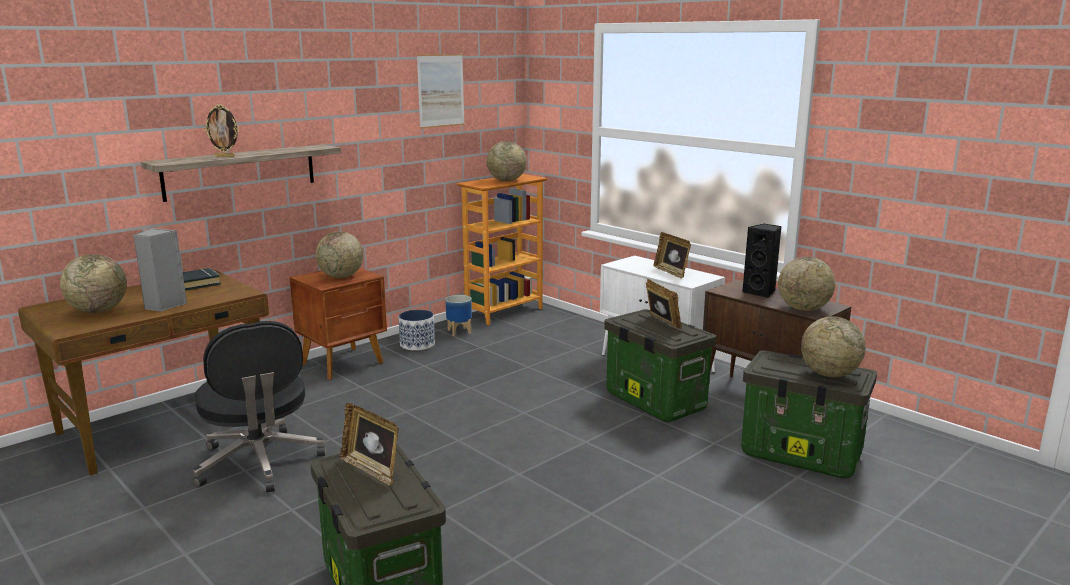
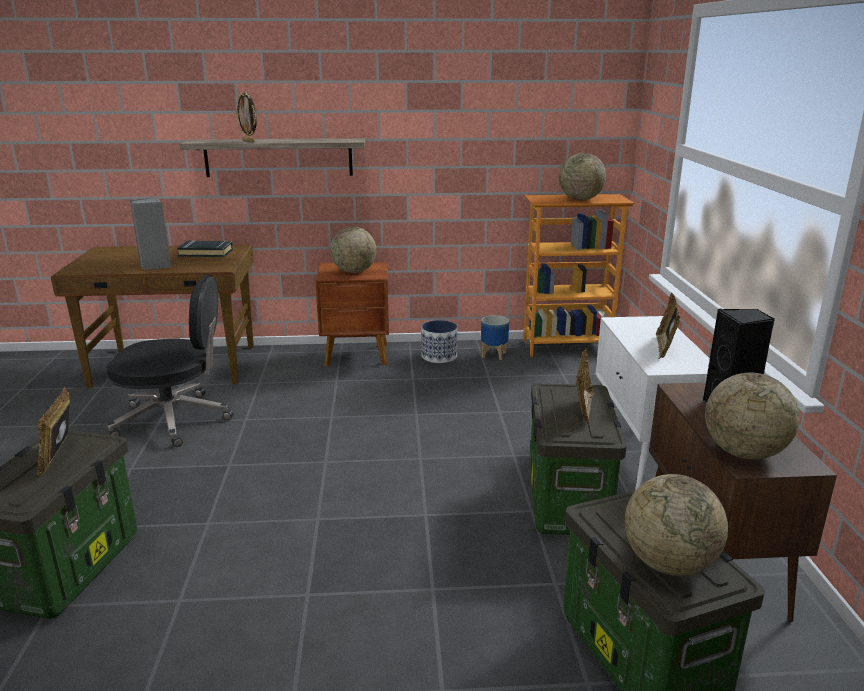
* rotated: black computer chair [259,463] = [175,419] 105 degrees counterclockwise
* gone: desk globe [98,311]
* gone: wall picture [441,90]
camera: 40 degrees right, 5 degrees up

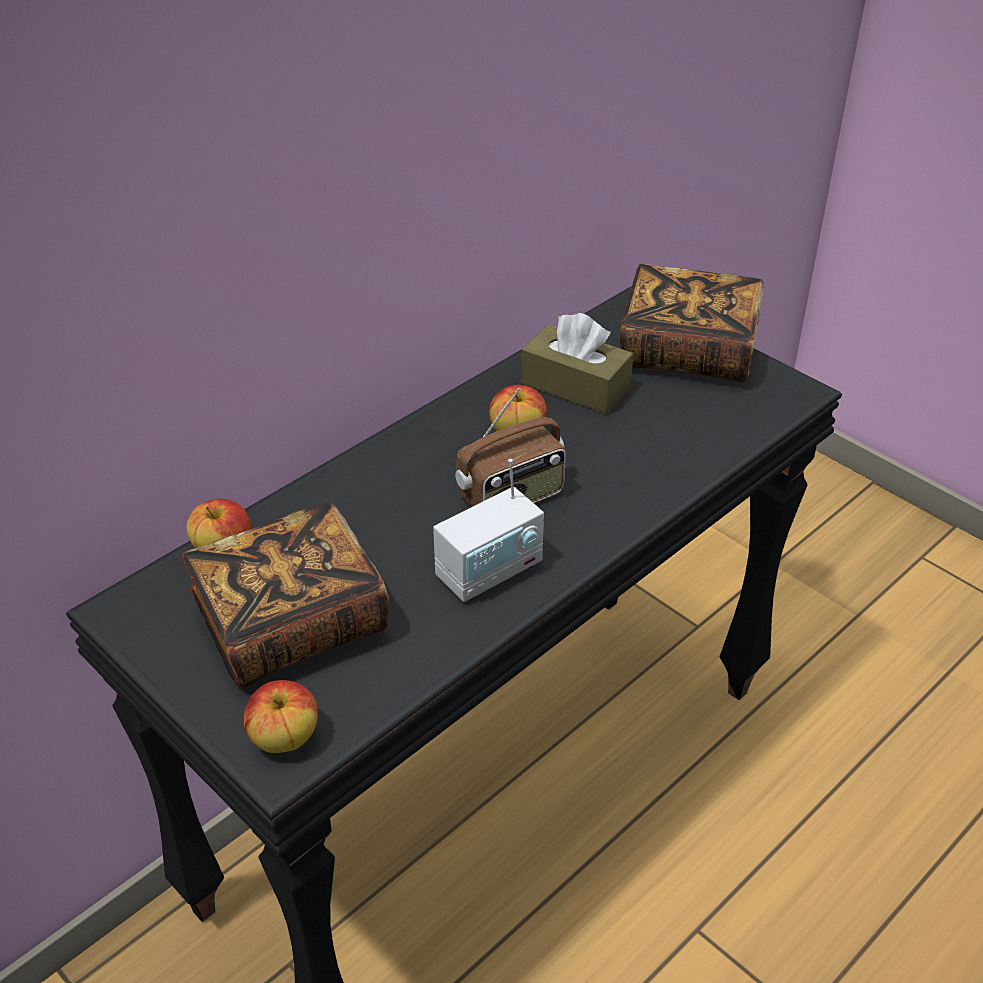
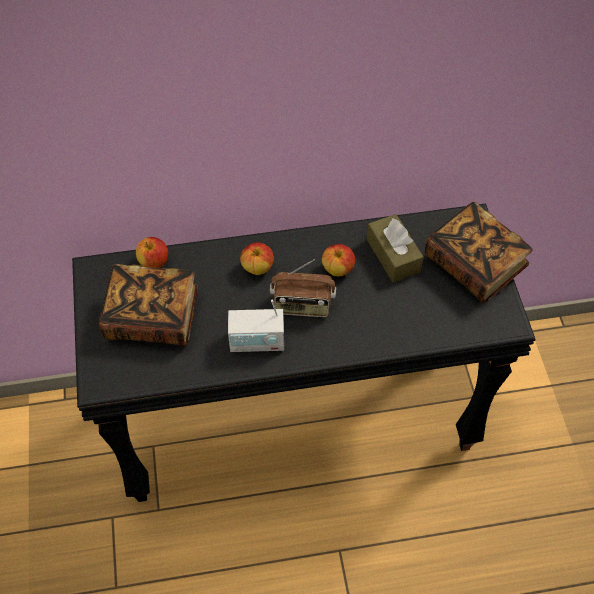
* shifted: apple [284,738] to [257,268]
camera: 35 degrees right, 15 degrees up

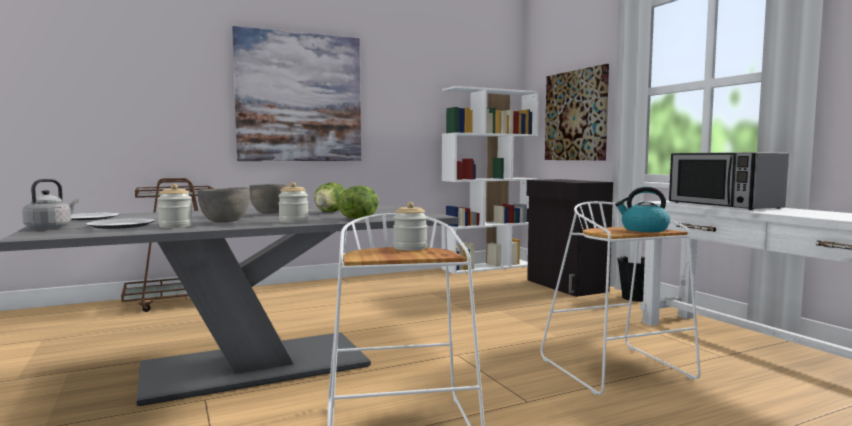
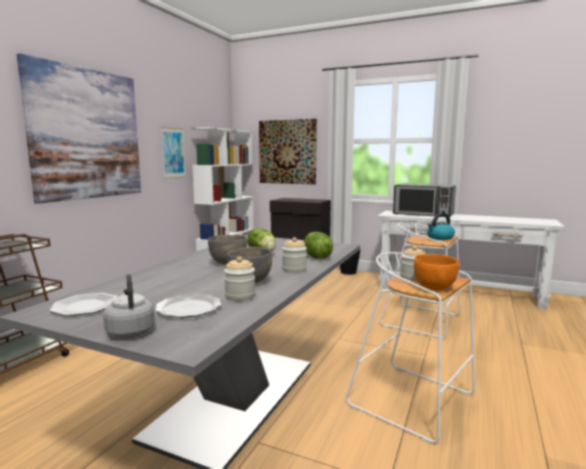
* new: wall picture [173,153]
* new: orangey serving bowl [434,287]
camera: 40 degrees left, 5 degrees up

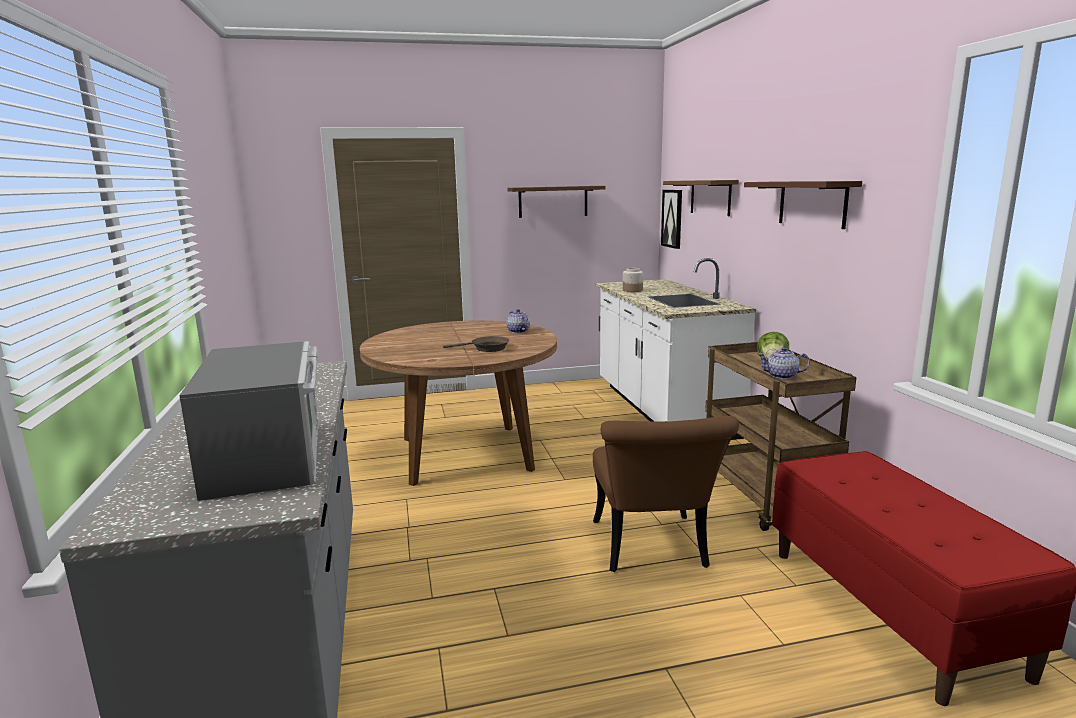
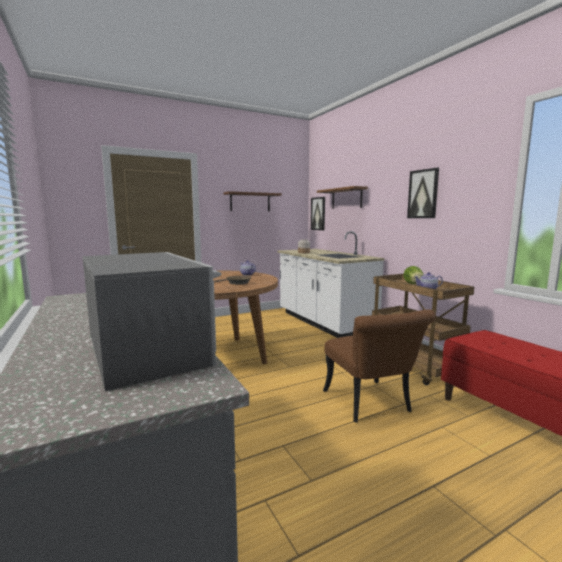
* swapped: brown-coloured shelf [812,203] to wall picture [423,194]
camera: 15 degrees left, 5 degrees down

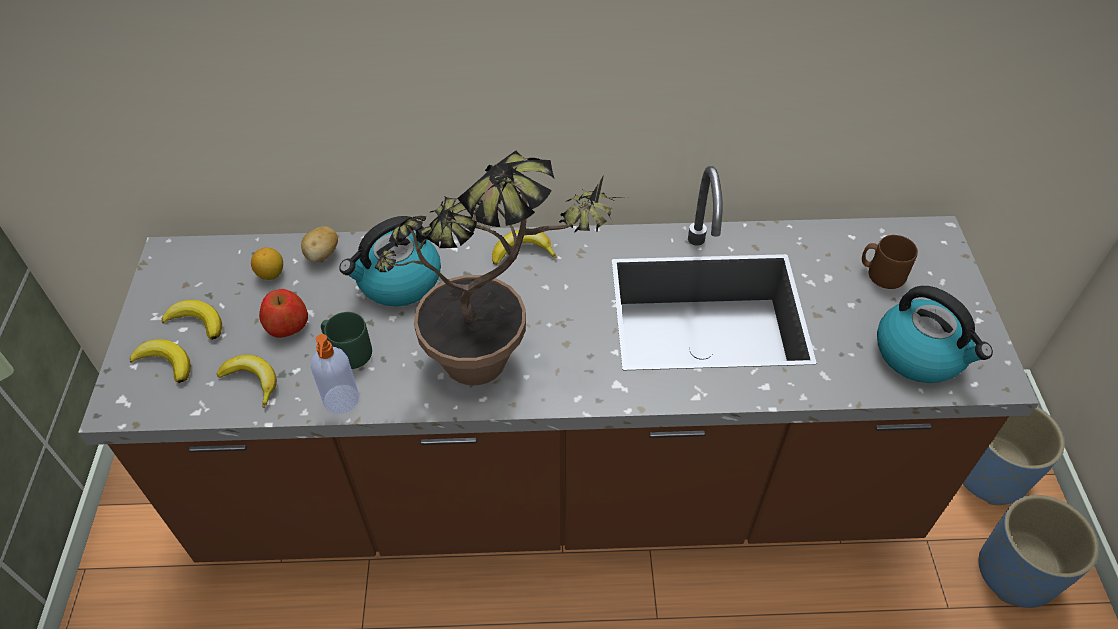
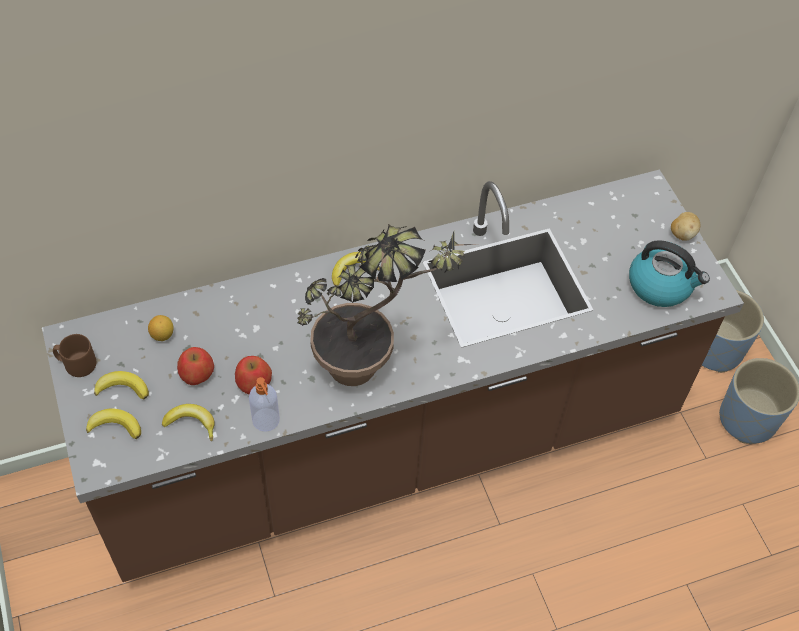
* shifted: brown-coloured coffee mug [881,274] to [77,364]
* swapped: green coffee mug [348,352] to apple [254,383]
* shifted: spud [322,255] to [682,234]
* gone: kettle [398,282]
camera: 20 degrees left, 5 degrees up

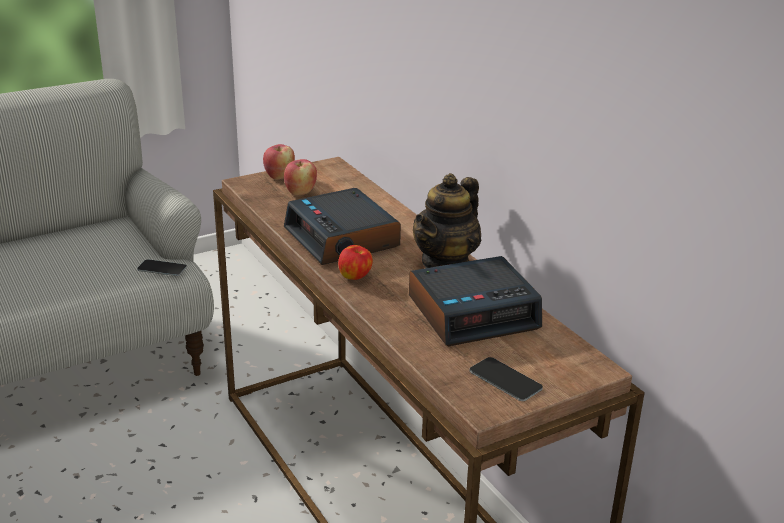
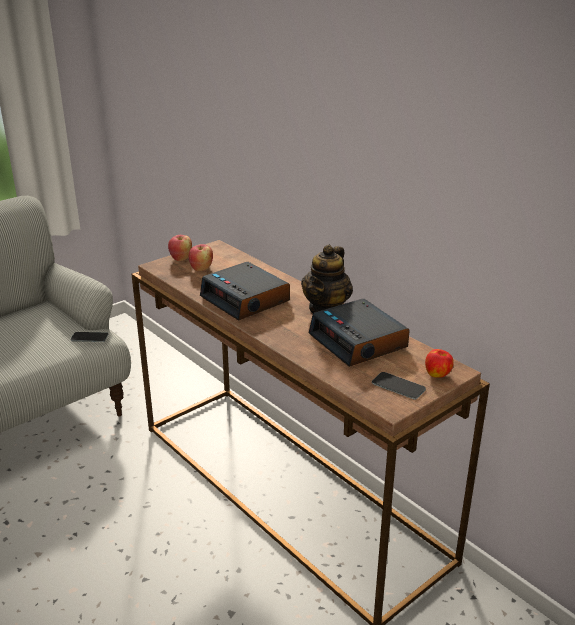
* rotated: table clock [474,312] = [359,342] 90 degrees clockwise
* shifted: apple [355,277] to [437,374]
camera: 10 degrees left, 0 degrees up

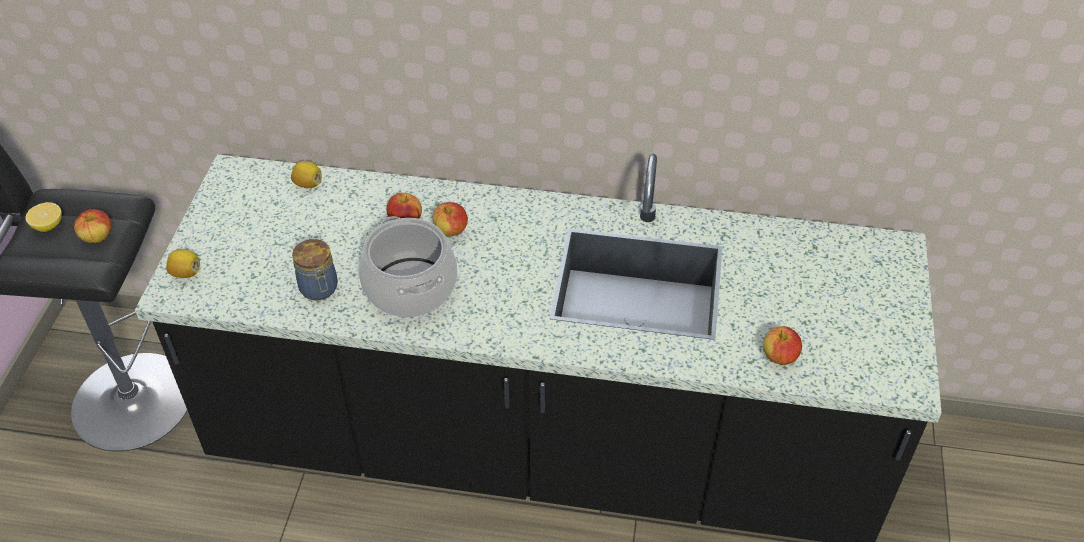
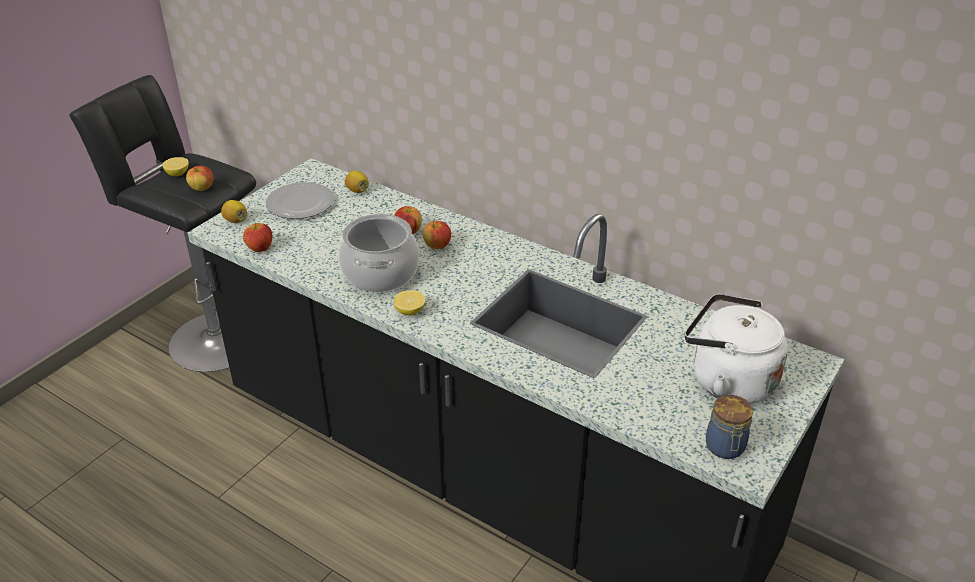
* shifted: apple [779,357] to [260,248]
* new: flat dish [301,203]
* new: citrus fruit [410,311]
* new: white-coloured kettle [727,380]
* shifted: preserve jar [319,289] to [725,448]
camera: 25 degrees right, 10 degrees down

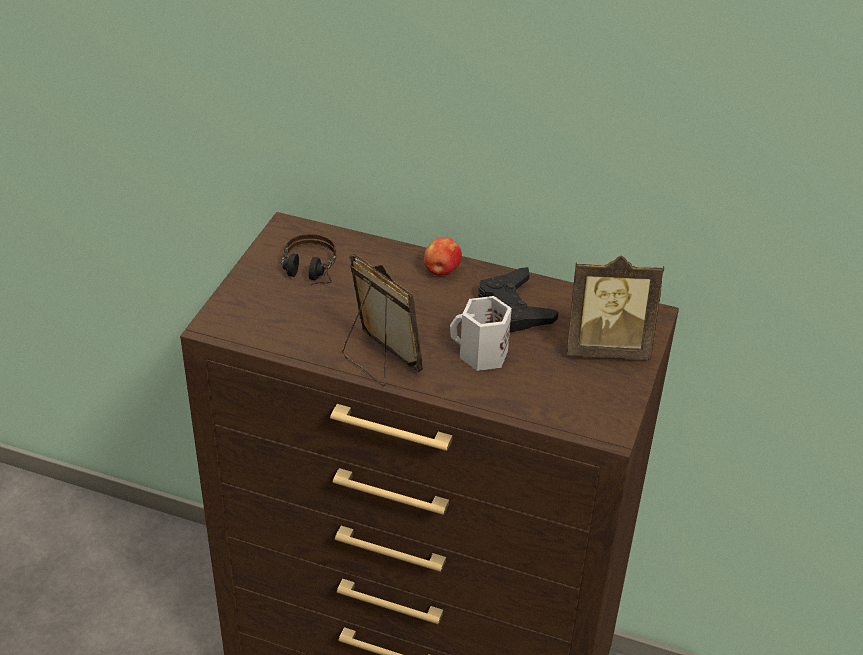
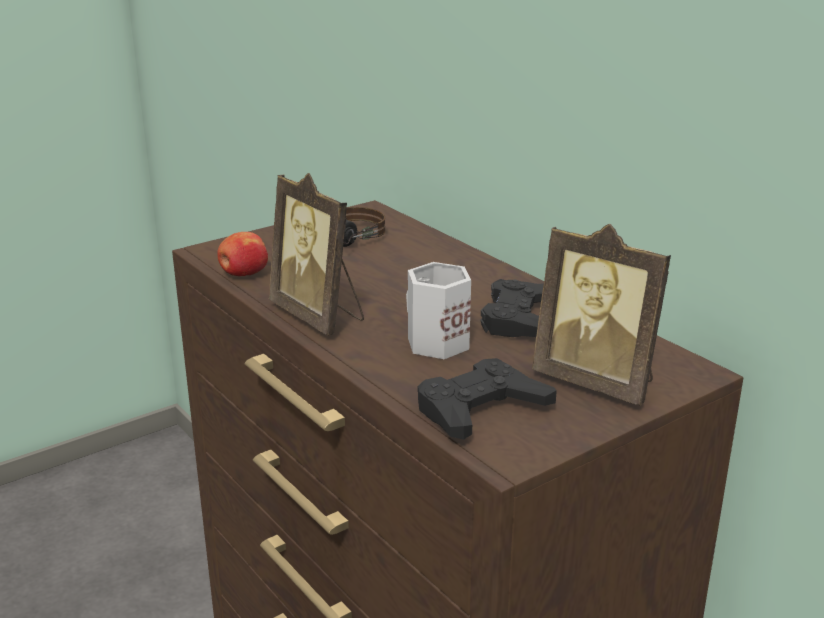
* shifted: apple [441,271] to [243,274]
* rotated: standing frame [378,361] = [319,316] 150 degrees clockwise
* new: black joypad [480,409]
camera: 35 degrees right, 15 degrees down

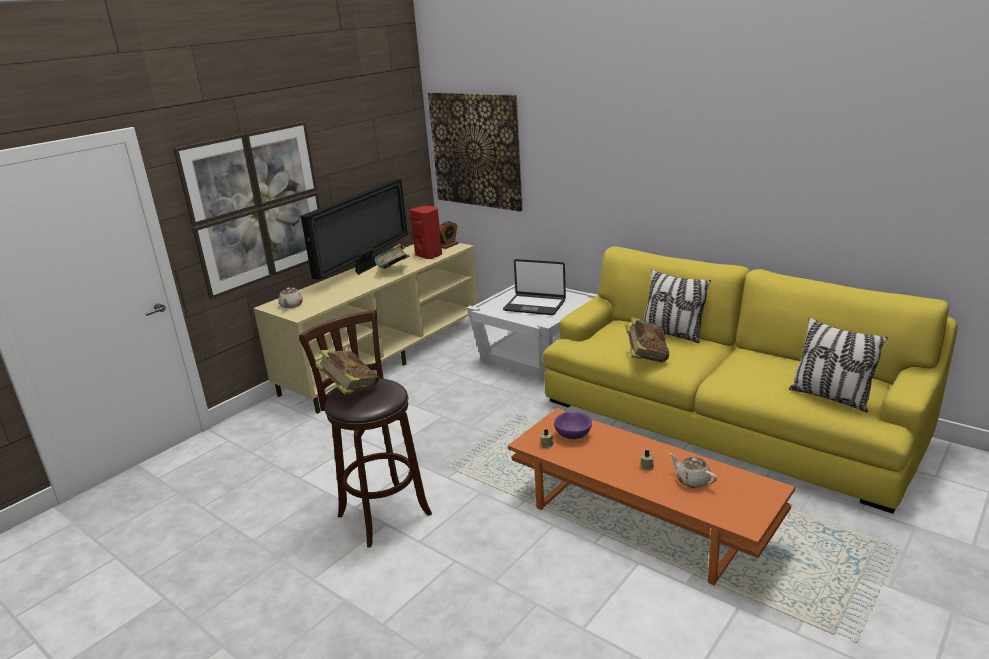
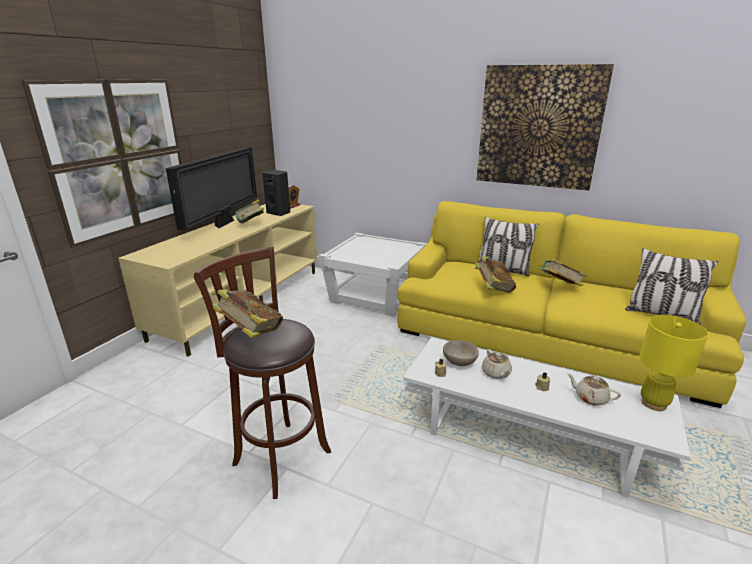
* repainted: red-coloured speaker [430,255] to black speaker [279,213]
* repainted: orangey coffee table [641,519] to white-coloured coffee table [528,434]
* repainted: purple-coloured serving bowl [573,435] to beige serving bowl [459,362]
* shifted: wall picture [476,150] to [538,127]
* shifted: beige pot for tea [291,305] to [496,373]
* new: book [559,286]
* new: yellow-coloured tabletop lamp [654,403]
* gone: portable computer [535,305]
camera: 15 degrees left, 0 degrees up

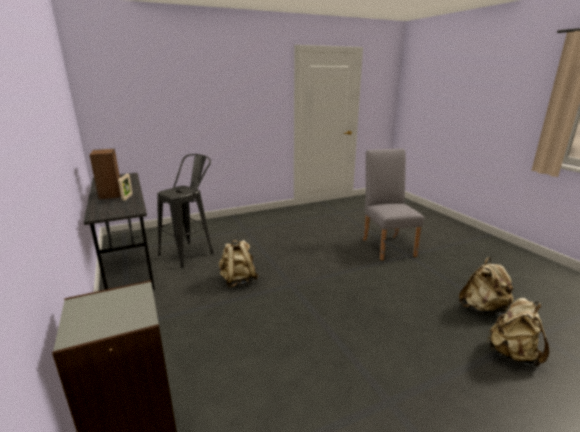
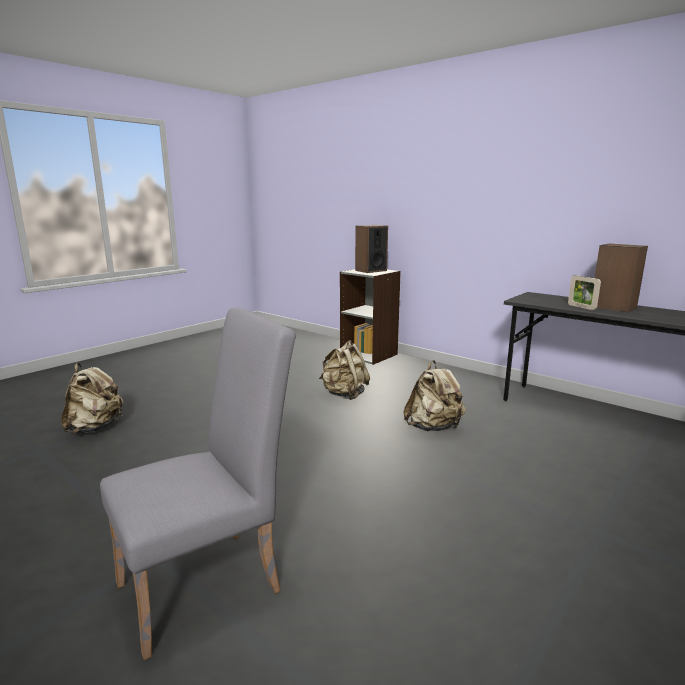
* rotated: gray upright chair [387,245] = [211,582] 90 degrees counterclockwise
* shifted: beige rucksack [482,309] to [344,394]
* new: speaker [370,270]
* gone: black stool seat [191,252]
camera: 155 degrees right, 5 degrees down

